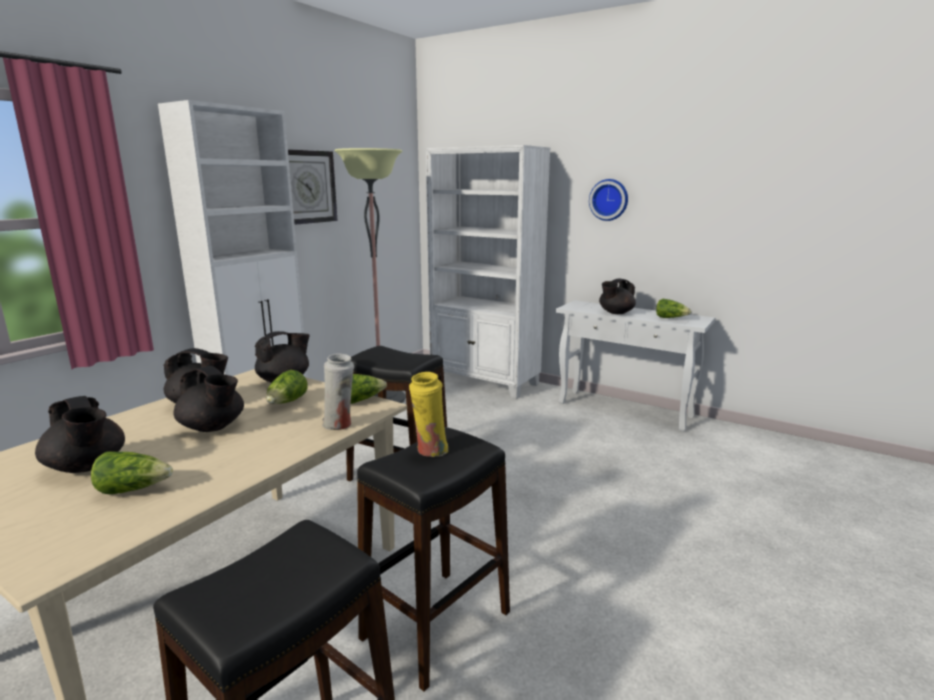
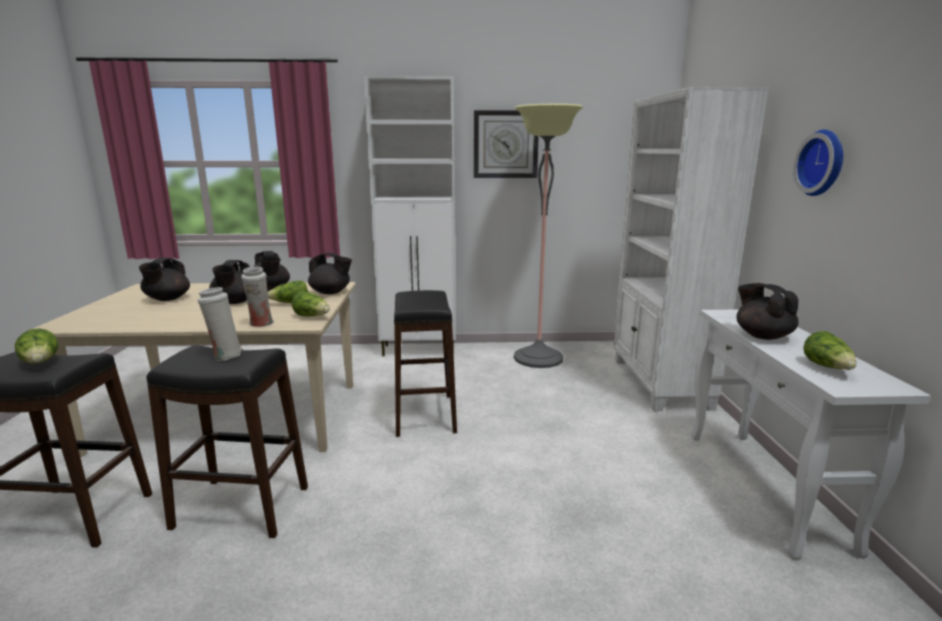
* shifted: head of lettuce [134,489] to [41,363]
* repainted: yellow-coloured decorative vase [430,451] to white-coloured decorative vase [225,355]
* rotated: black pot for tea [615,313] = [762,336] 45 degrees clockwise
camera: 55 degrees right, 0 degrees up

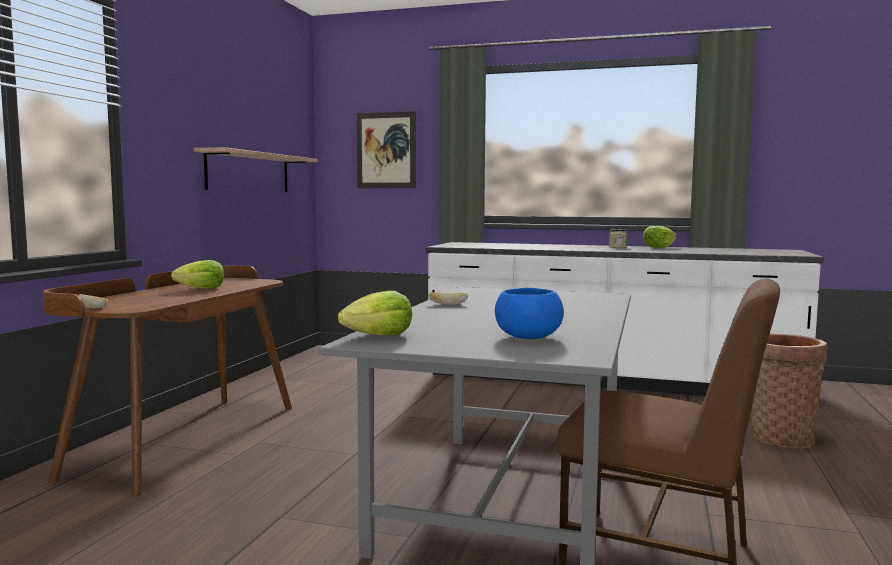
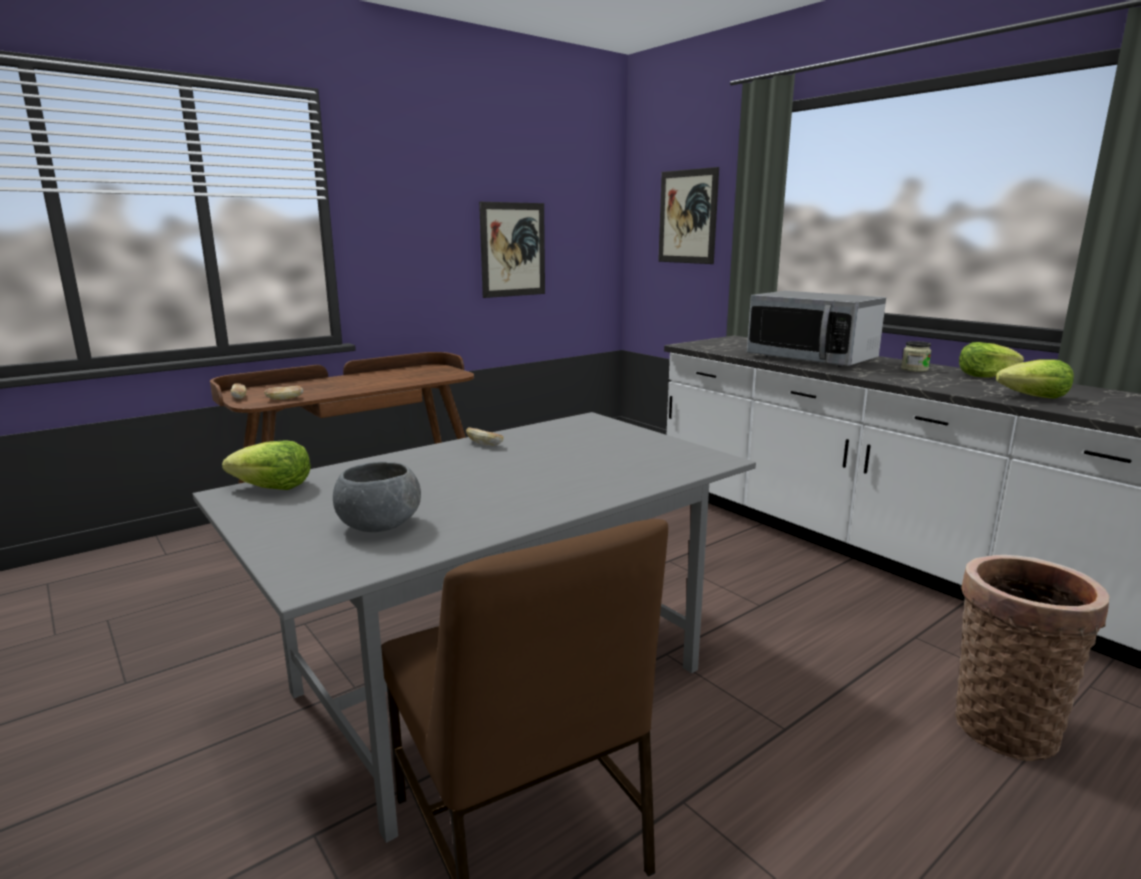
* new: baked bread [285,399]
* repainted: bluish serving bowl [528,337] to gray serving bowl [379,525]
* swapped: shelf [249,172] to wall picture [513,250]
* new: microwave oven [811,358]
* shifted: head of lettuce [201,289] to [1034,397]
camera: 35 degrees right, 10 degrees up

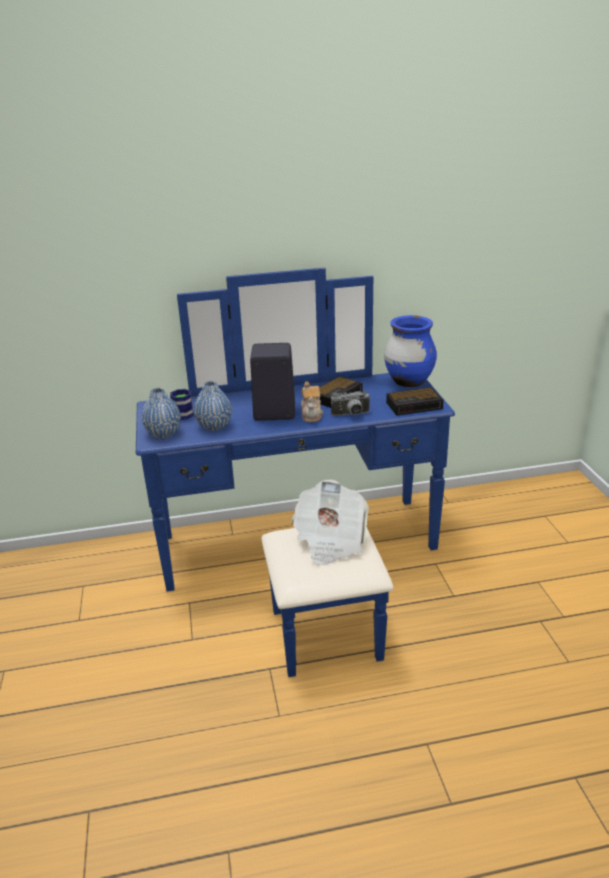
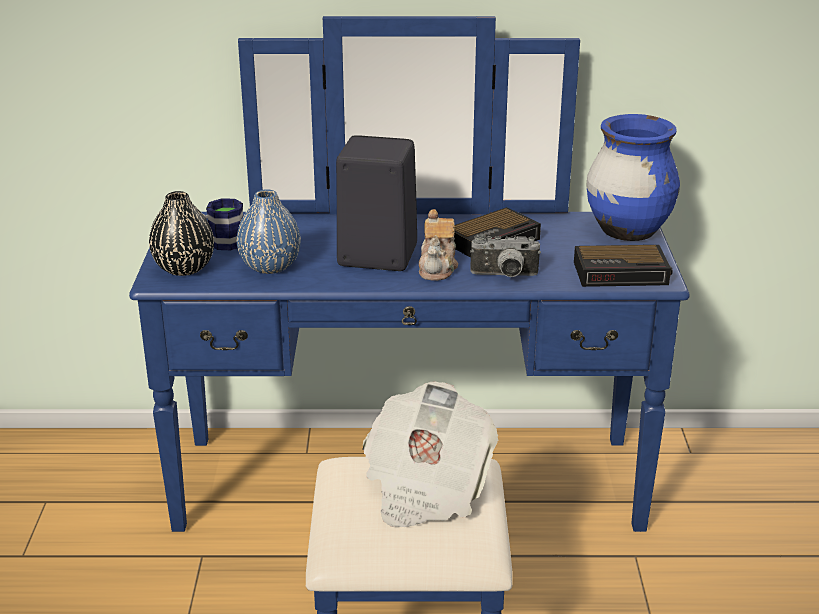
* repainted: bluish decorative vase [163,433] to black decorative vase [184,268]
camera: 10 degrees right, 0 degrees up

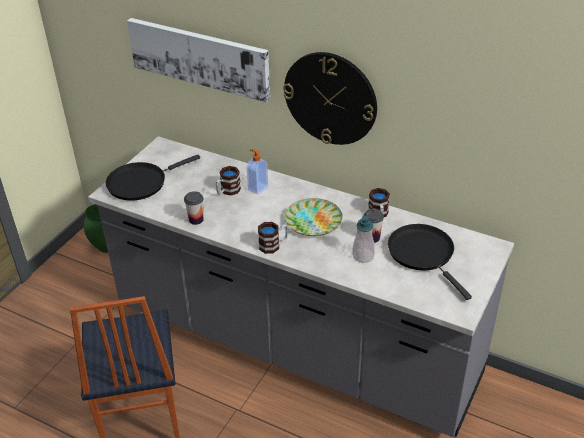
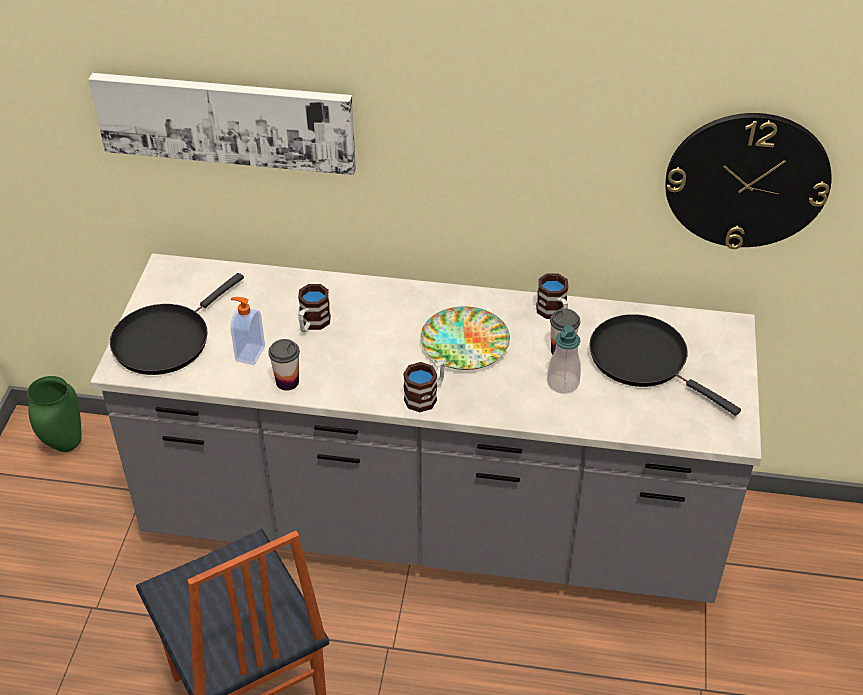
* shifted: soap dispenser [257,188] to [249,353]
* shifted: wall clock [330,98] to [747,180]
camera: 20 degrees left, 5 degrees up

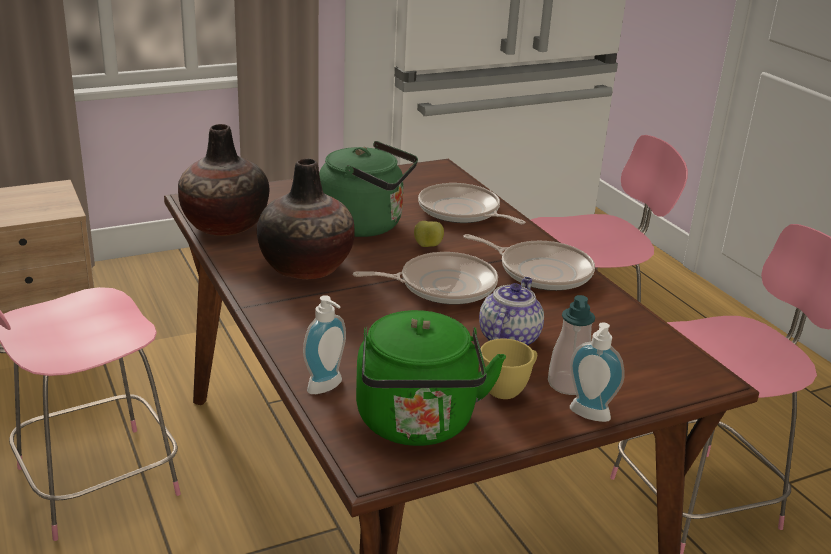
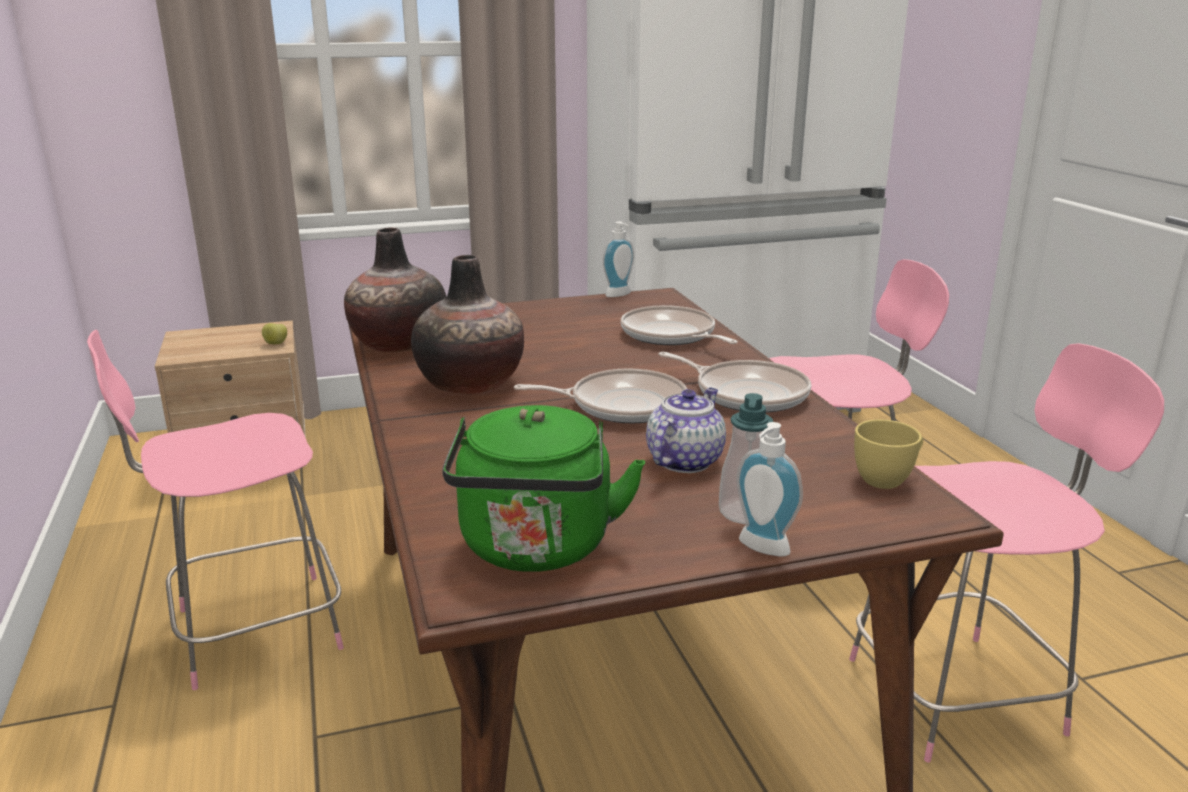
* shifted: apple [428,246] to [276,344]
* shifted: soap dispenser [327,388] to [620,295]
* shifted: yellow-coloured drinking cup [508,389] to [888,479]
* gone: green kettle [366,225]
camera: 10 degrees right, 5 degrees down

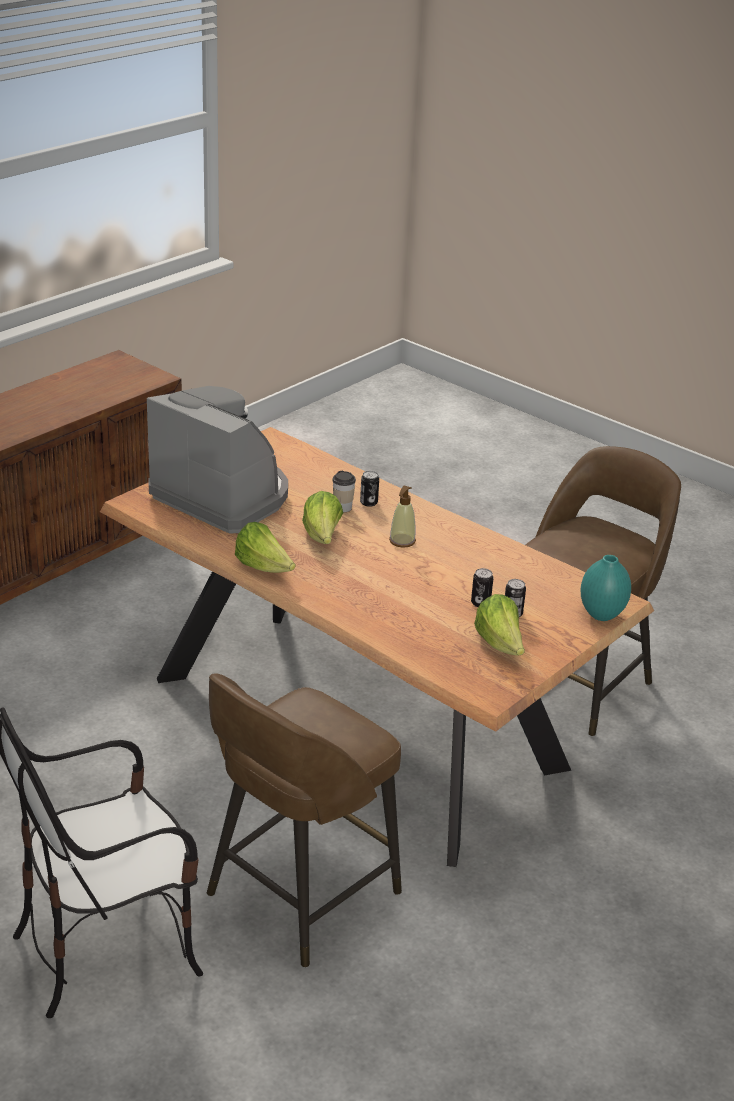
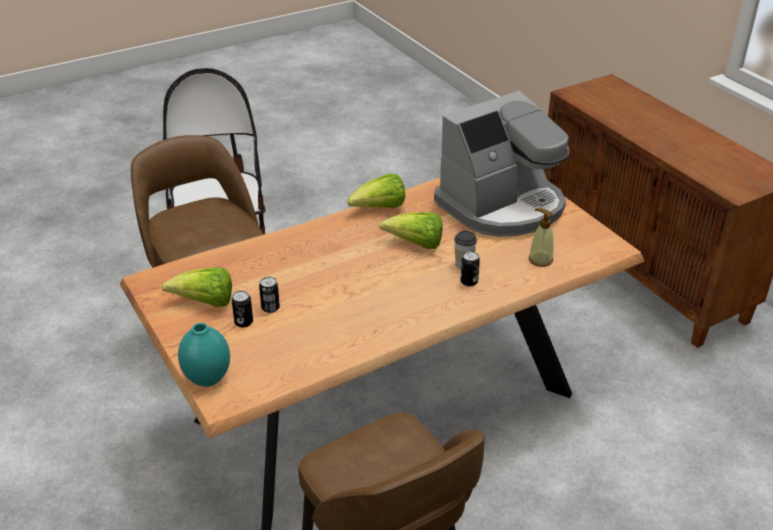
* shifted: soap dispenser [402,541] to [540,260]
camera: 110 degrees right, 5 degrees up

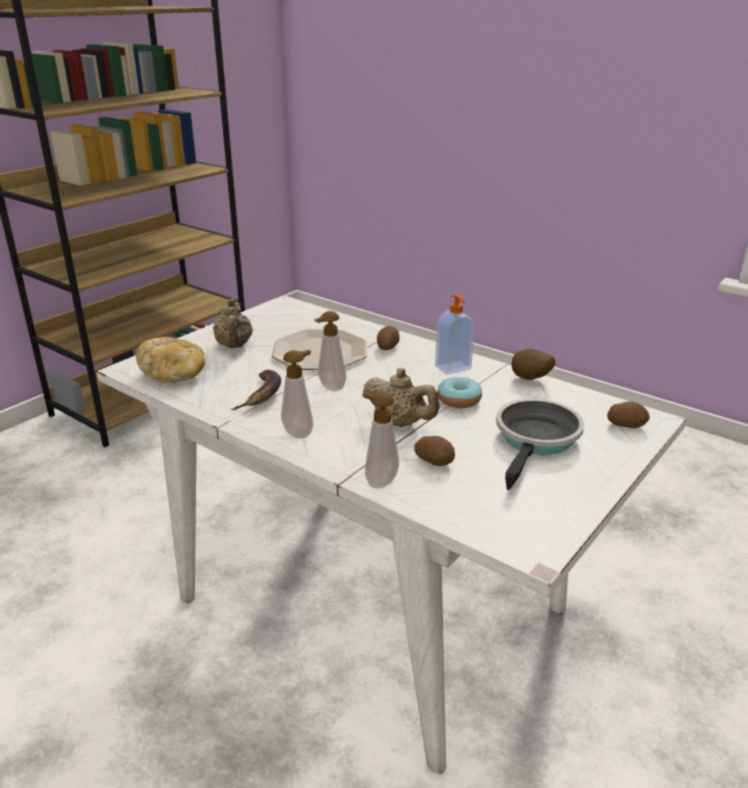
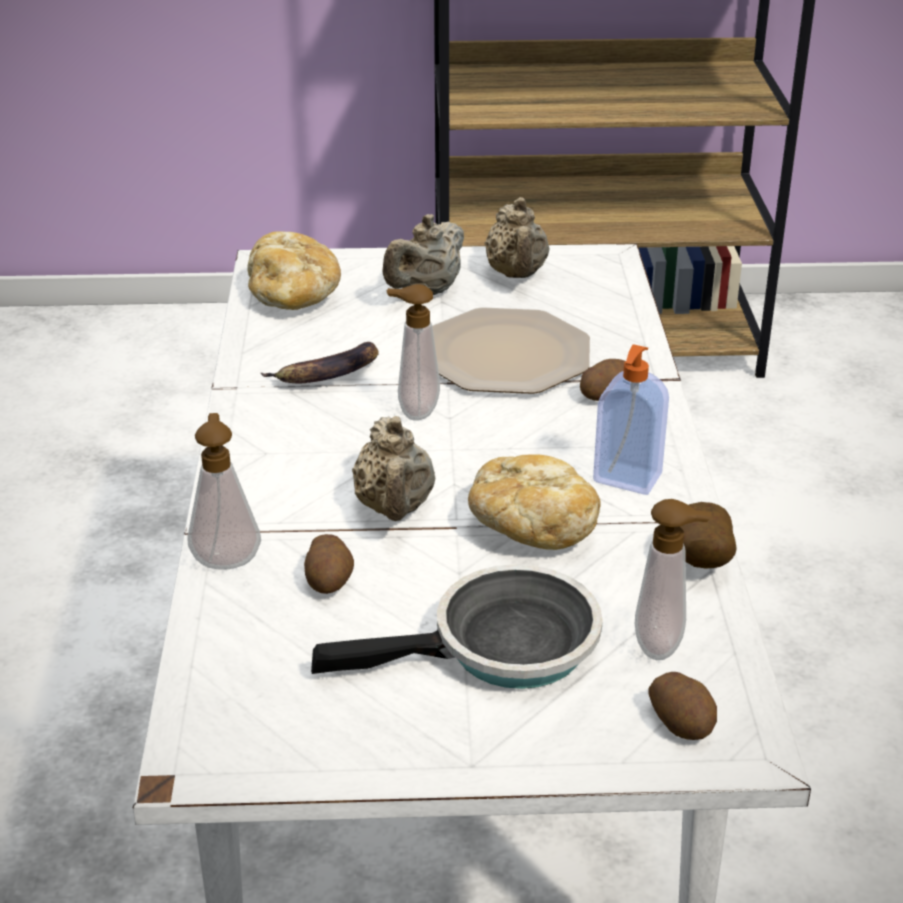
* swapped: doughnut [459,400] to baked bread [531,527]
* new: beige pot for tea [517,275]
* shifted: soap dispenser [300,432] to [663,646]
camera: 50 degrees right, 5 degrees up

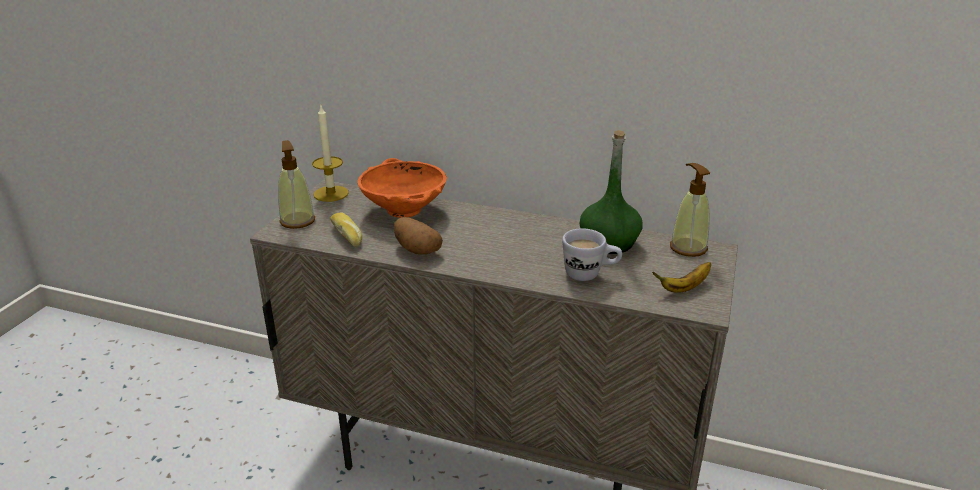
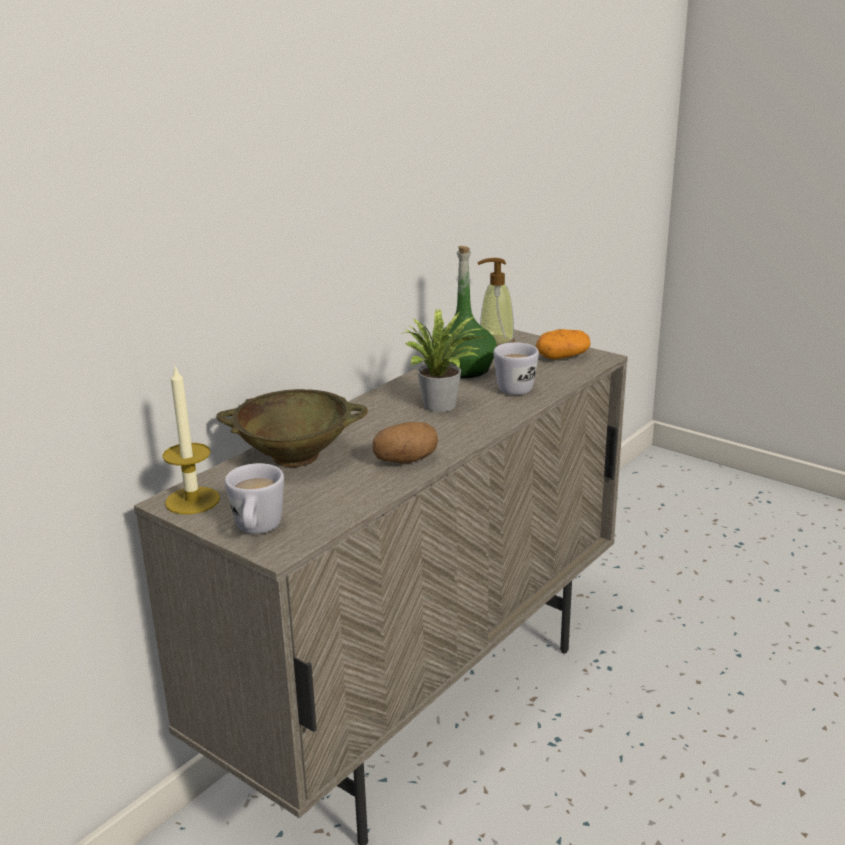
* repainted: orangey serving bowl [404,210] to beige serving bowl [295,456]
* swapped: soap dispenser [297,221] to white-coloured coffee mug [257,531]
* new: houseplant [443,406]
* swapped: banana [684,287] to spud [562,357]
* gone: baked bread [348,235]
camera: 70 degrees left, 5 degrees down

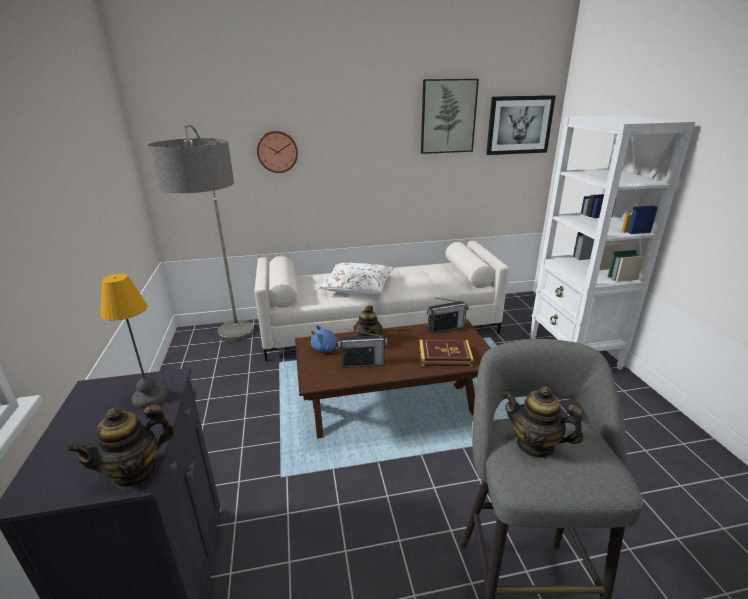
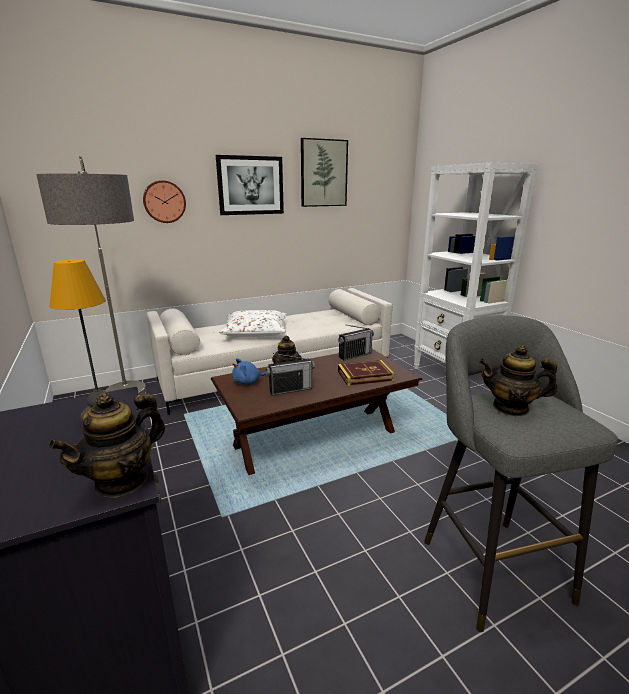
* shifted: wall picture [519,125] to [250,185]
camera: 15 degrees left, 5 degrees down

